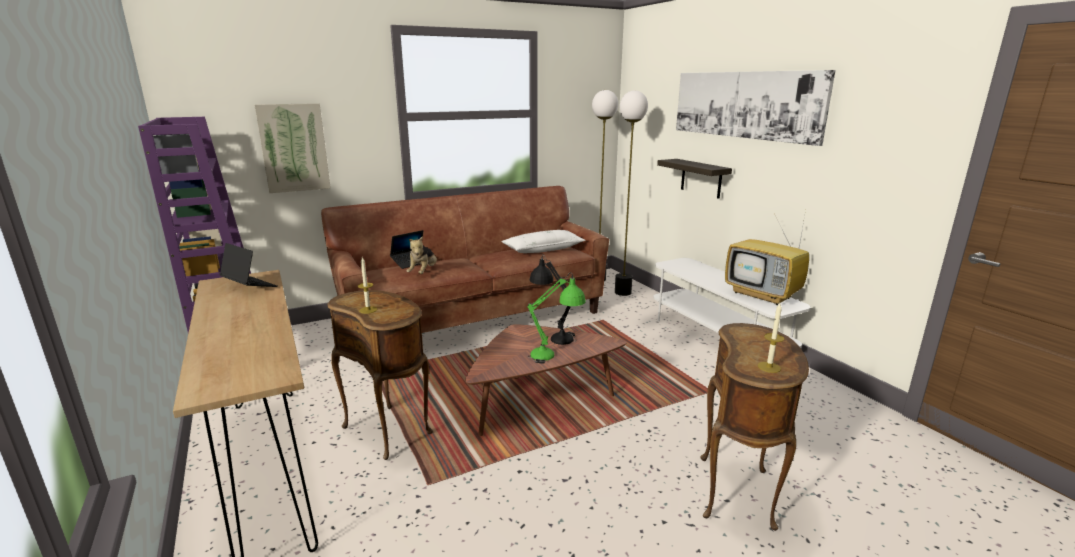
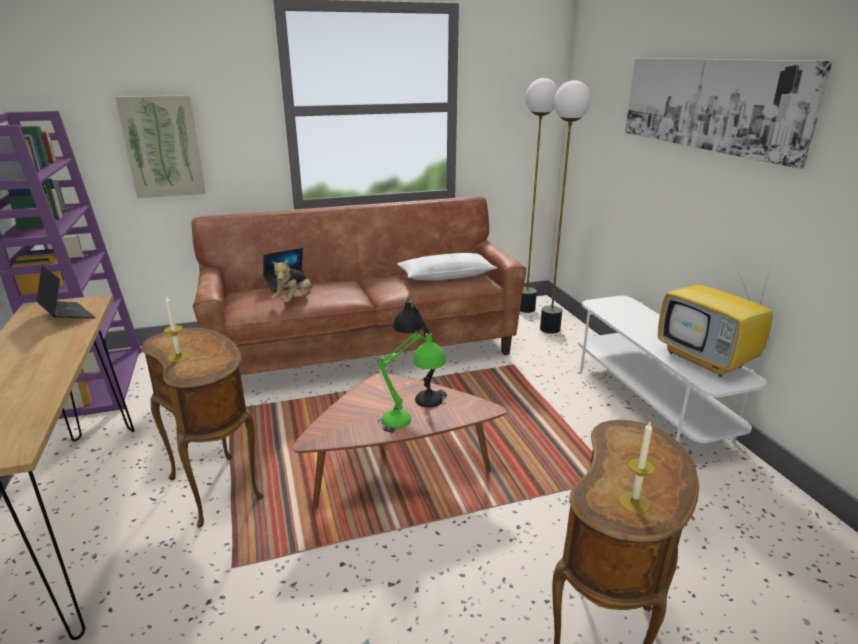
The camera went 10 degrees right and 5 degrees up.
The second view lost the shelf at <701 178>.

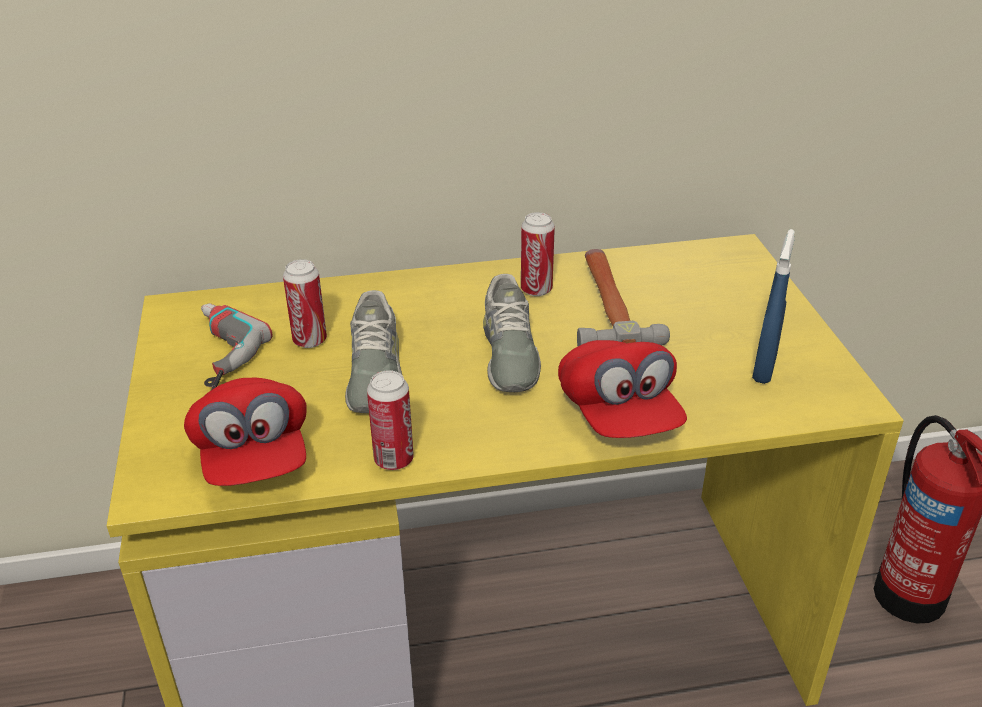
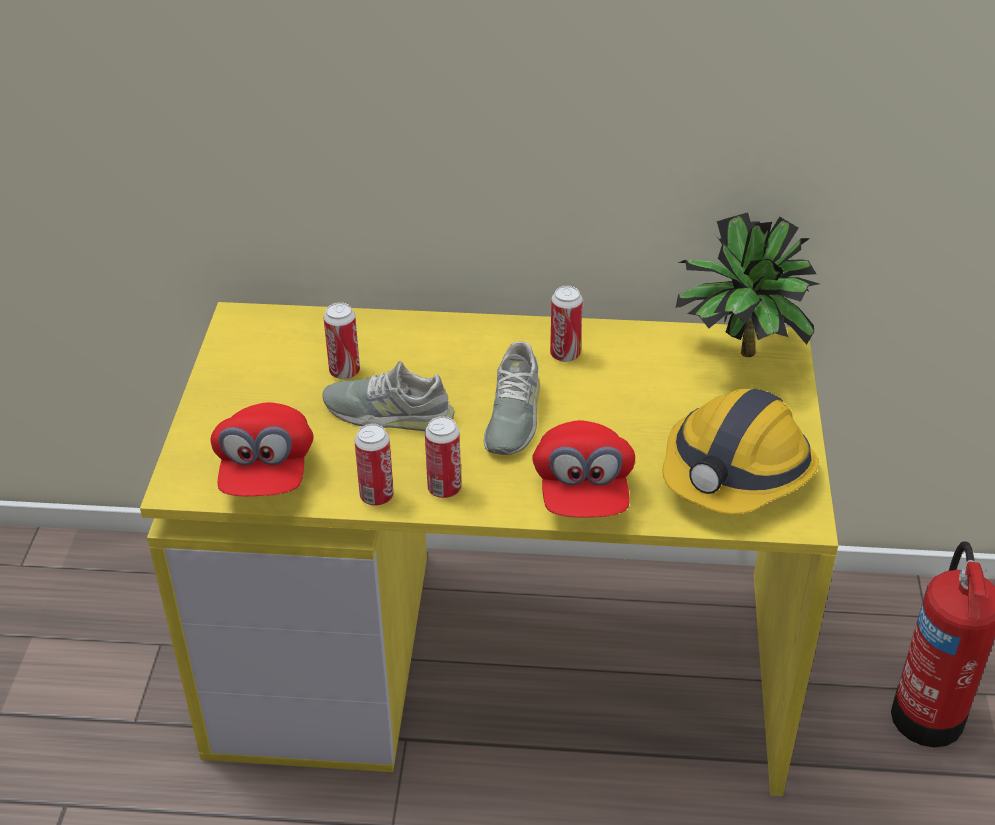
The camera went 15 degrees right and 5 degrees up.
Where the spray bottle (blue) stood at <764 369>, the hard hat came to stand at <736 473>.
The second view lost the hammer at <607 306>.
The shoe (grey) at <373 372> ended up facing another way, 90 degrees clockwise from before.
The second view lost the power drill at <210 356>.
The second view gained the potted plant at <739 357>.
The second view gained the can at <444 489>.

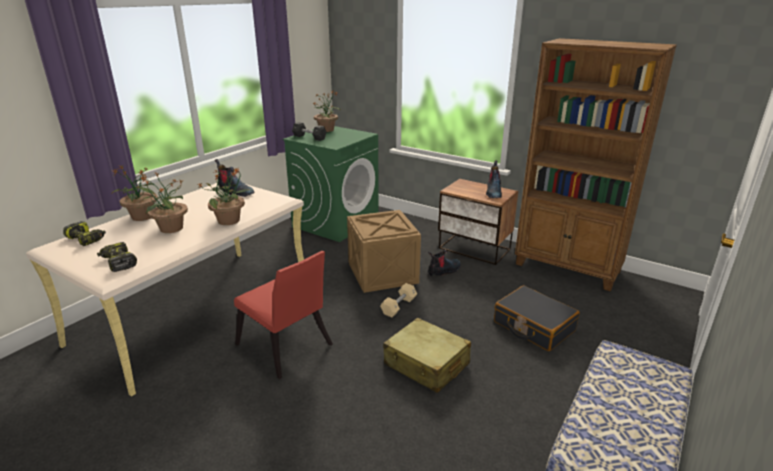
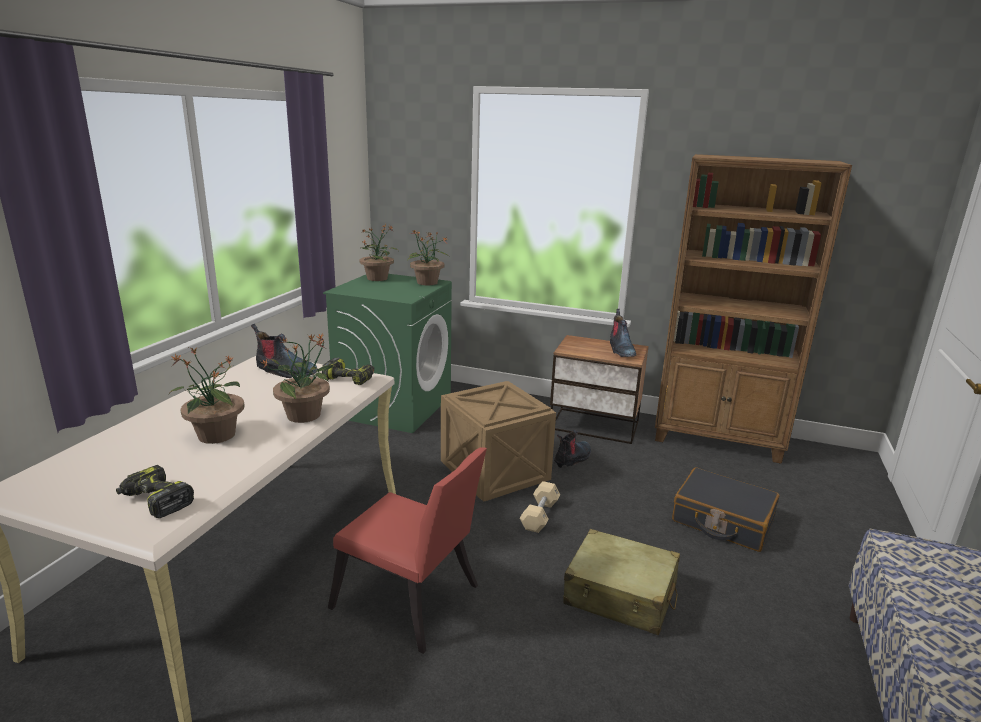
The camera went 15 degrees left and 5 degrees down.
The second view lost the dumbbell (black) at <309 137>.
The potted plant ended up elsewhere, having gone from <142 217> to <427 283>.
The power drill ended up elsewhere, having gone from <87 239> to <350 378>.

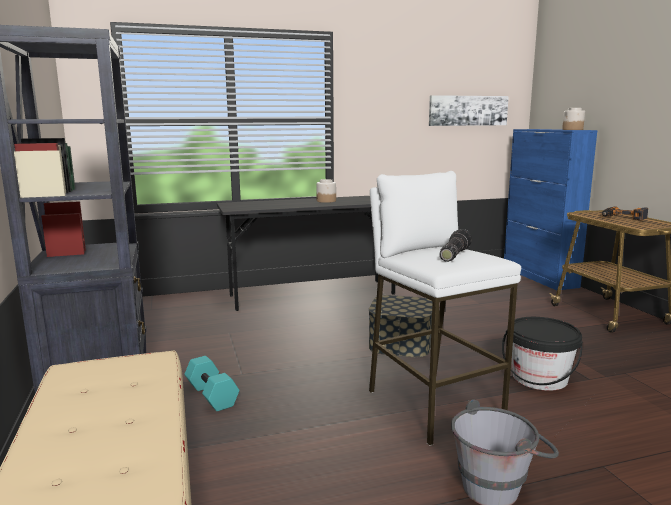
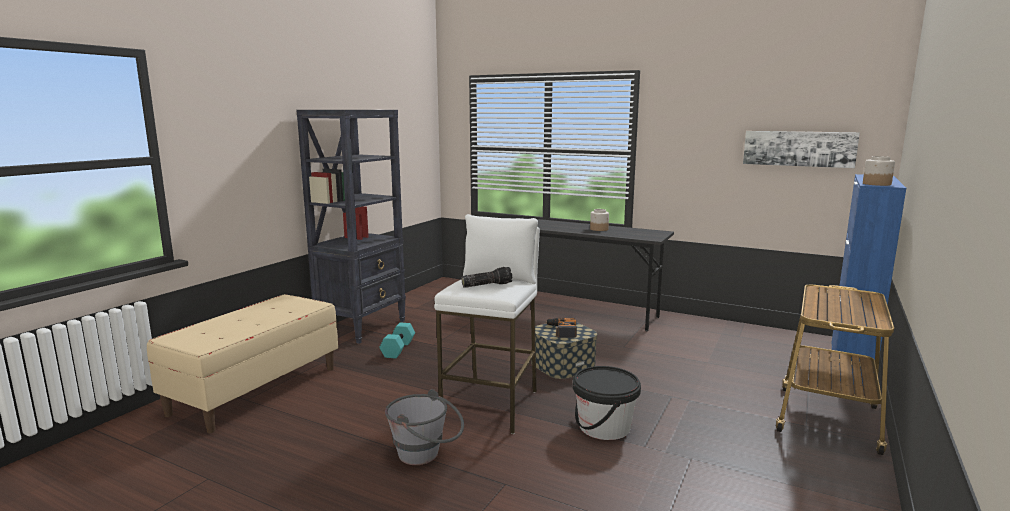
The camera went 45 degrees right and 0 degrees up.
The power drill ended up elsewhere, having gone from <623 217> to <561 331>.

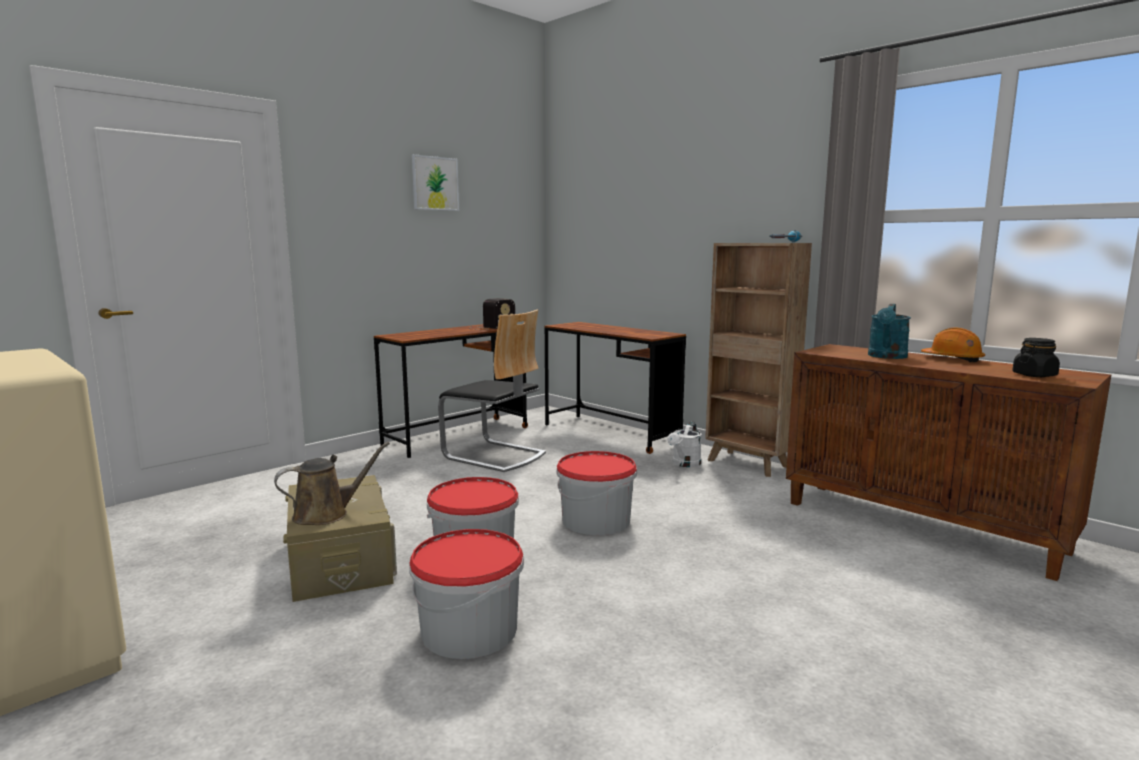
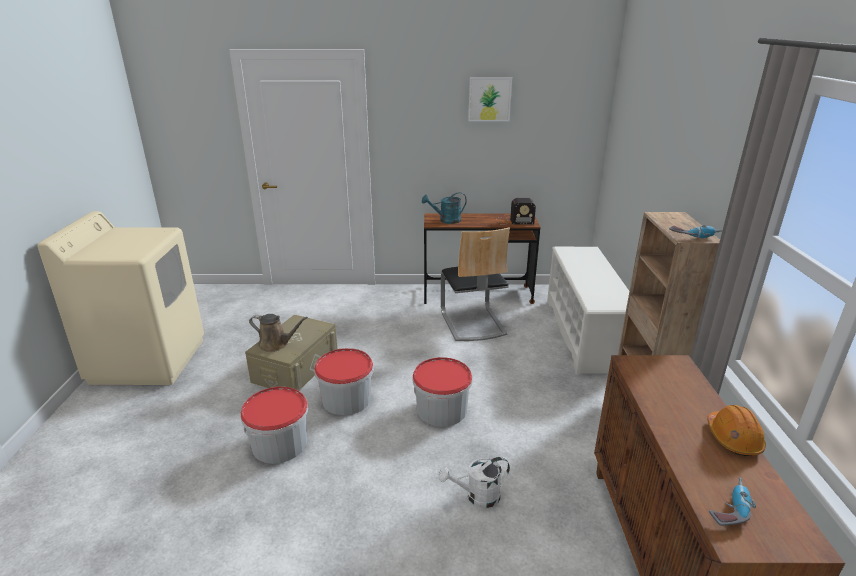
The camera went 45 degrees right and 15 degrees up.
The watering can (turquoise) ended up elsewhere, having gone from <887 357> to <446 220>.
Where the desk (brown) stood at <610 433>, the shoe rack (white) came to stand at <583 334>.
Where the jar (black) stood at <1034 375>, the power drill came to stand at <729 508>.
The watering can (white) ended up elsewhere, having gone from <684 464> to <477 496>.

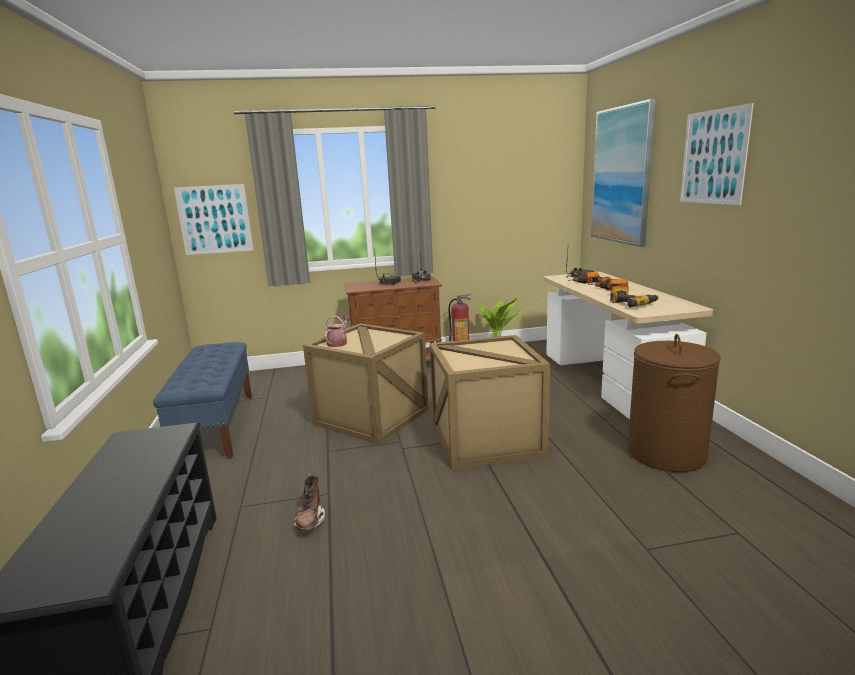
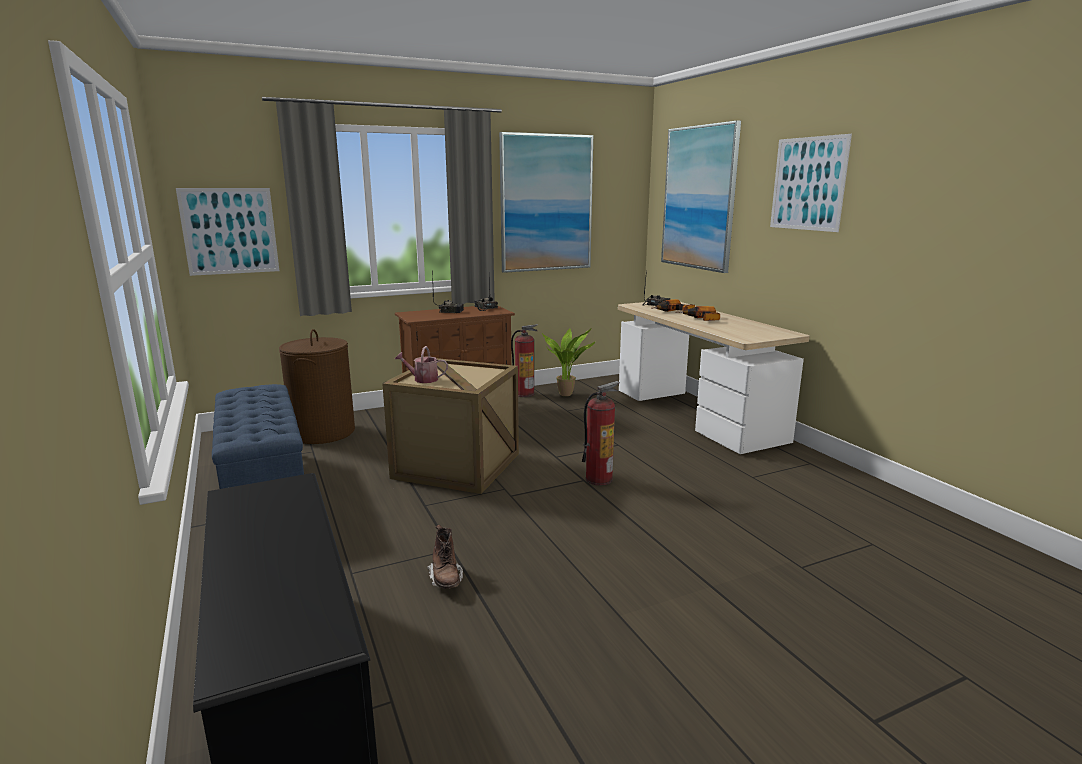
The camera went 15 degrees left and 0 degrees up.
The second view lost the power drill at <632 304>.
The watering can at <338 343> ended up facing another way, 90 degrees counterclockwise from before.
The laundry basket (brown) ended up elsewhere, having gone from <666 453> to <323 432>.
Where the crate stood at <487 438>, the fire extinguisher came to stand at <599 479>.
The second view gained the picture at <546 203>.

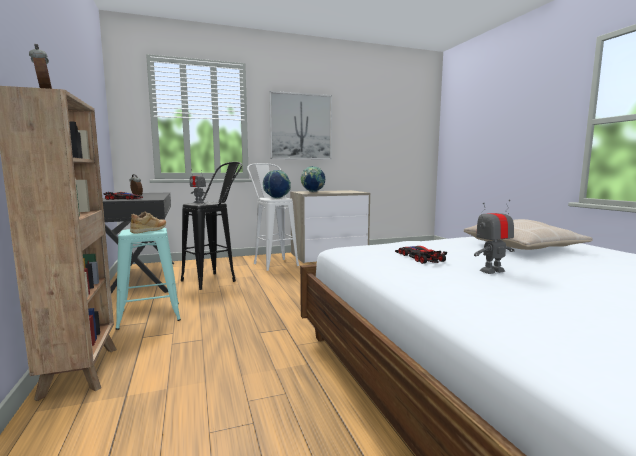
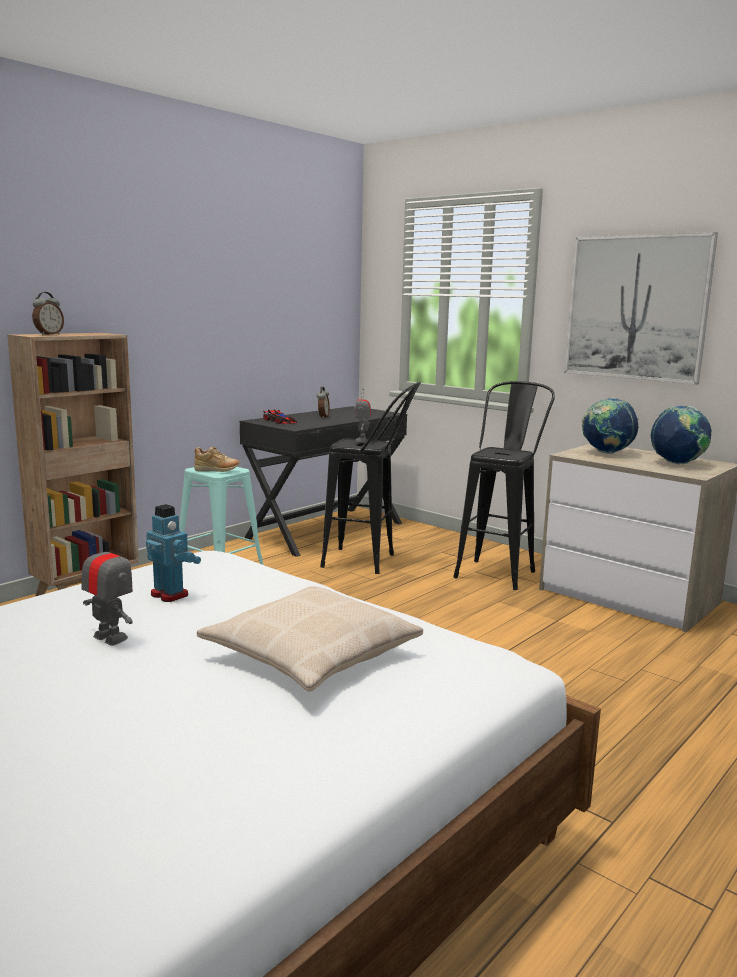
The camera went 60 degrees right and 5 degrees up.
What was the stool (white) at <273 263> turned into the stool (black) at <499 571>.
The globe ended up elsewhere, having gone from <277 198> to <677 464>.
Where the toy car stood at <418 257>, the toy robot came to stand at <170 594>.

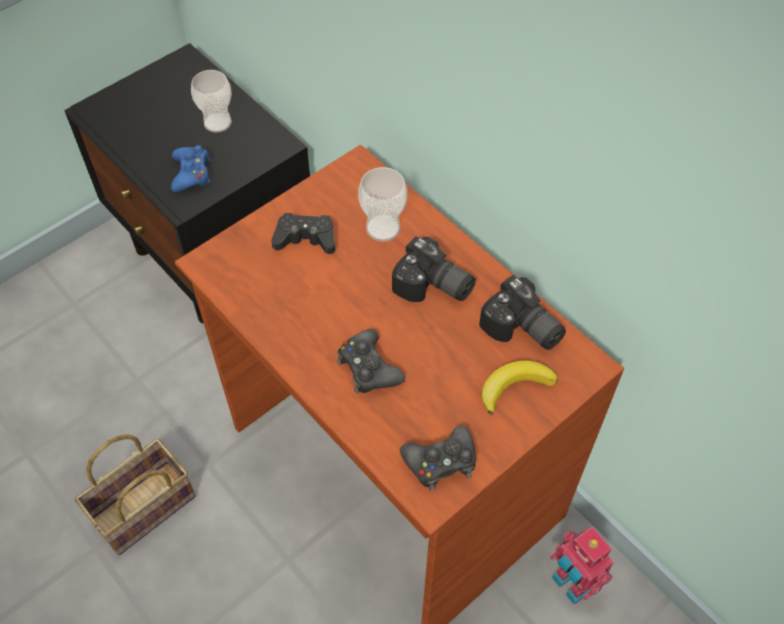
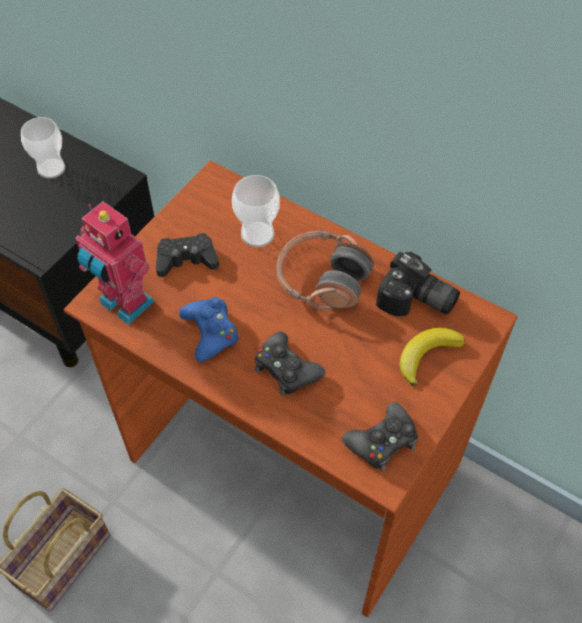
The camera went 15 degrees left and 0 degrees up.
The game controller (blue) ended up elsewhere, having gone from <192 174> to <210 332>.
Where the photo camera stood at <433 287>, the headphones came to stand at <322 280>.
The toy robot ended up elsewhere, having gone from <571 584> to <124 304>.

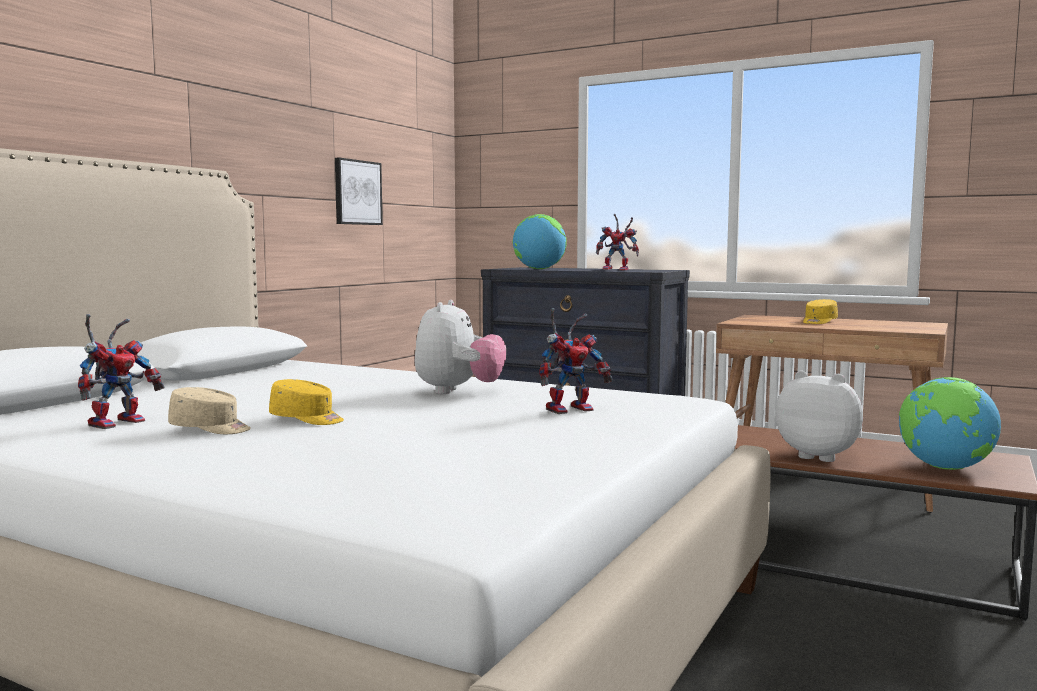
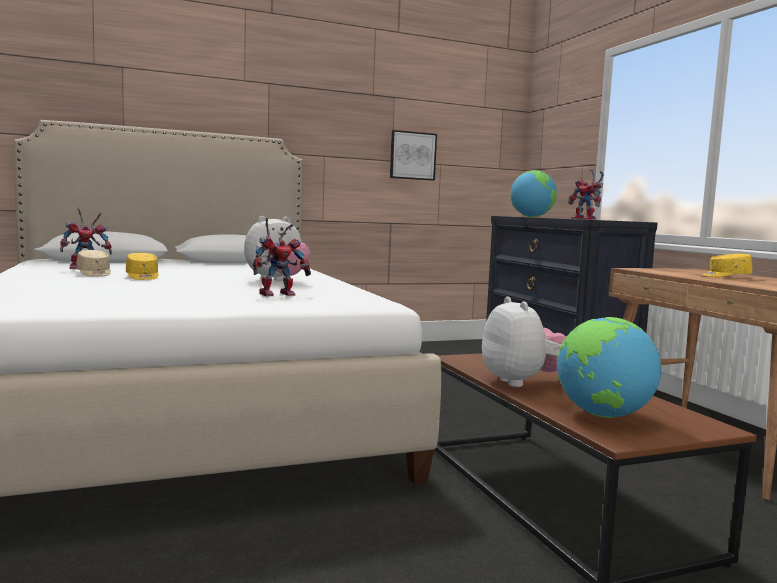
The camera went 40 degrees right and 0 degrees up.
The toy robot at <571 409> ended up facing another way, 45 degrees counterclockwise from before.

